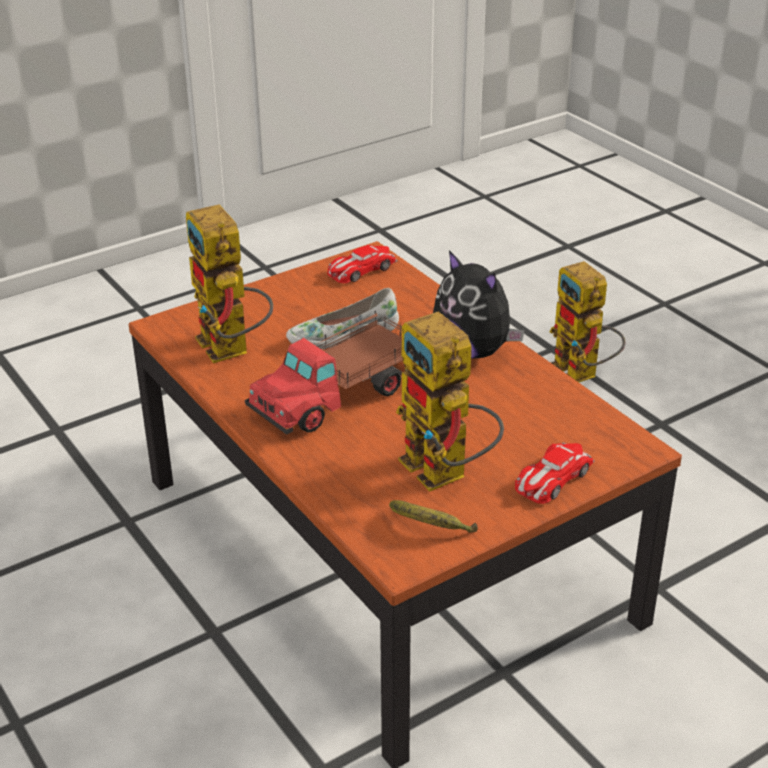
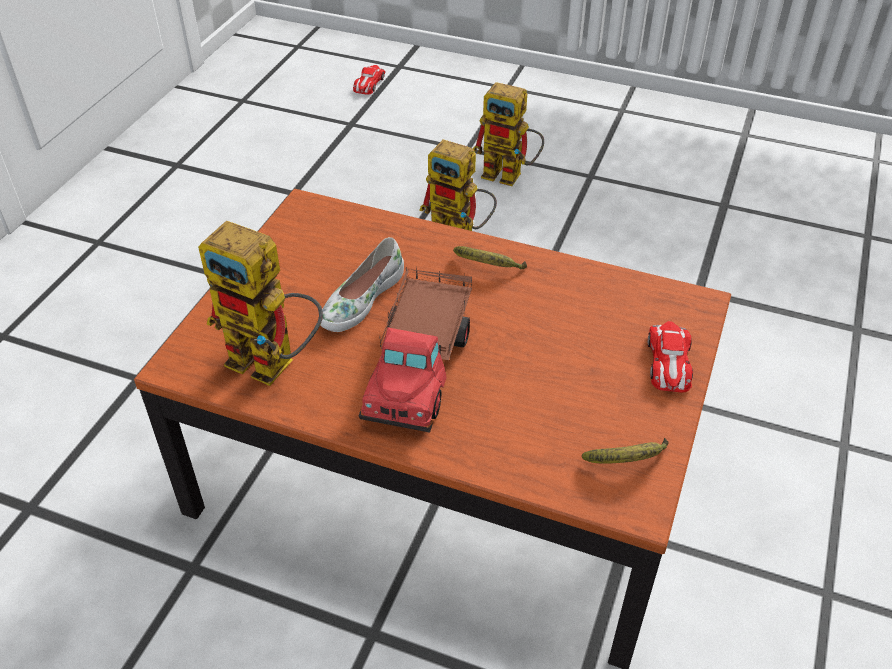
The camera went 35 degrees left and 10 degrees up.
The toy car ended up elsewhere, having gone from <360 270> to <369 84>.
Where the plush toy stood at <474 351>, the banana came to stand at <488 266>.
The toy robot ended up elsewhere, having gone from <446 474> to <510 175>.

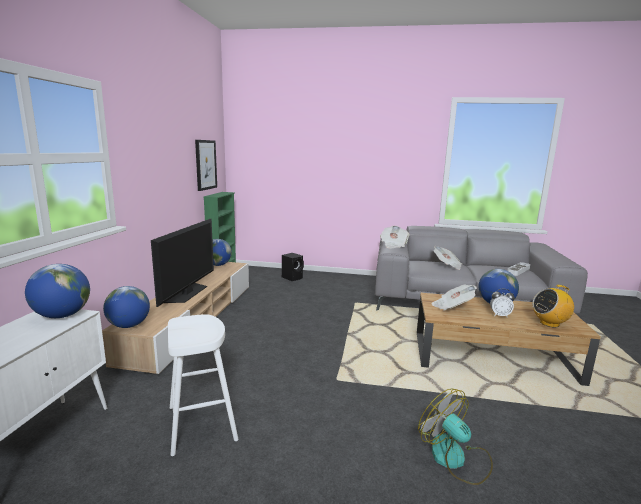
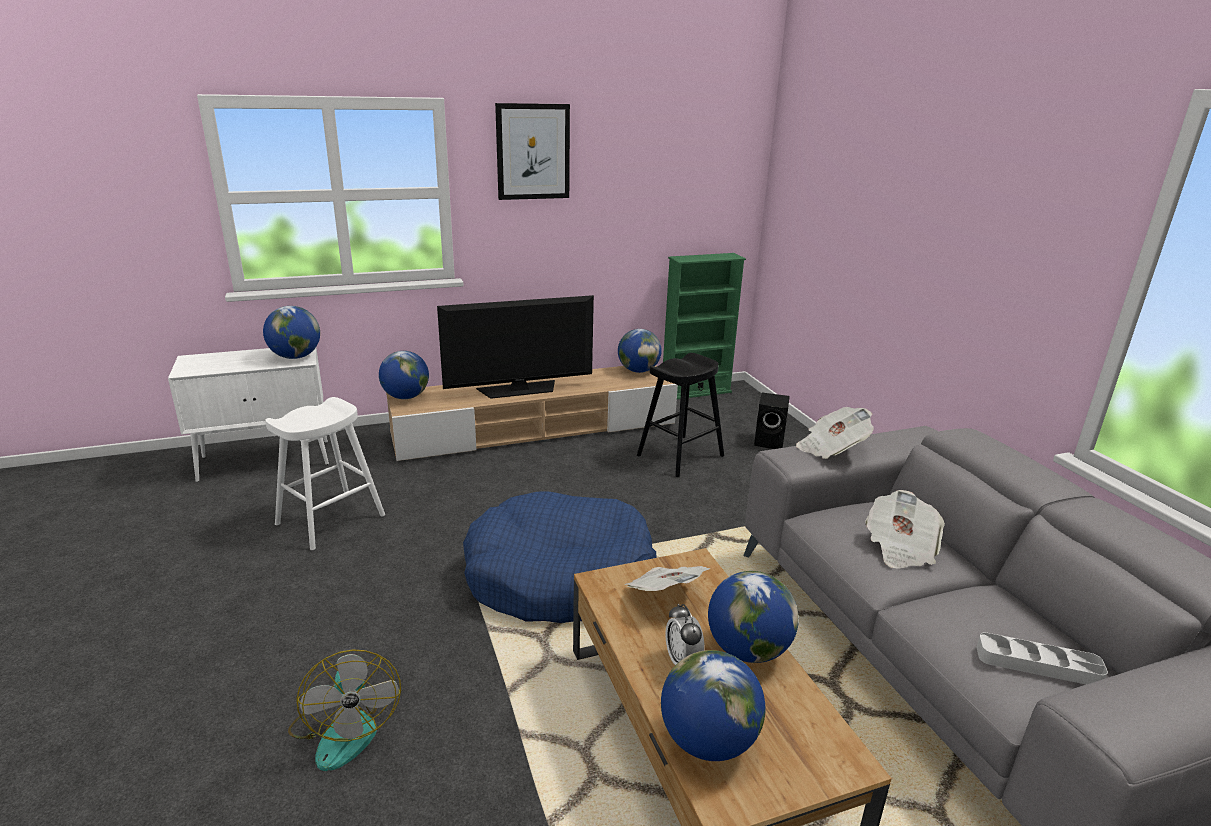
The camera went 60 degrees right and 10 degrees up.
The picture ended up elsewhere, having gone from <205 164> to <533 152>.
Where the radio stood at <549 323>, the globe came to stand at <708 741>.
The fan at <455 459> ended up facing another way, 135 degrees clockwise from before.
The second view gained the stool (black) at <680 455>.
The second view gained the dog bed (blue) at <560 577>.

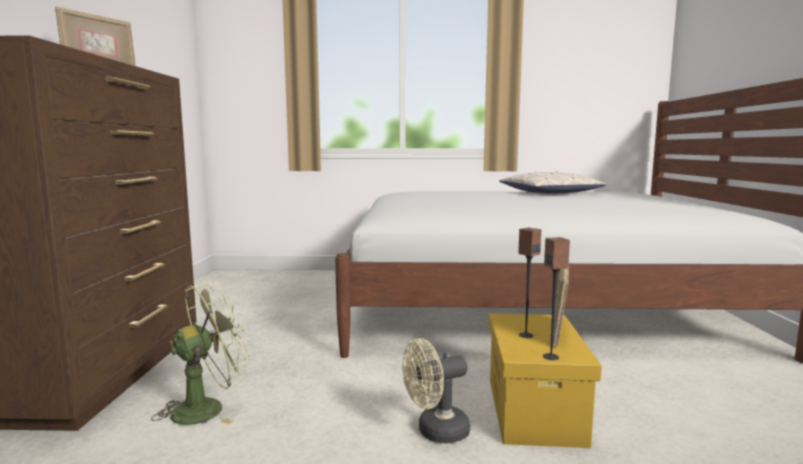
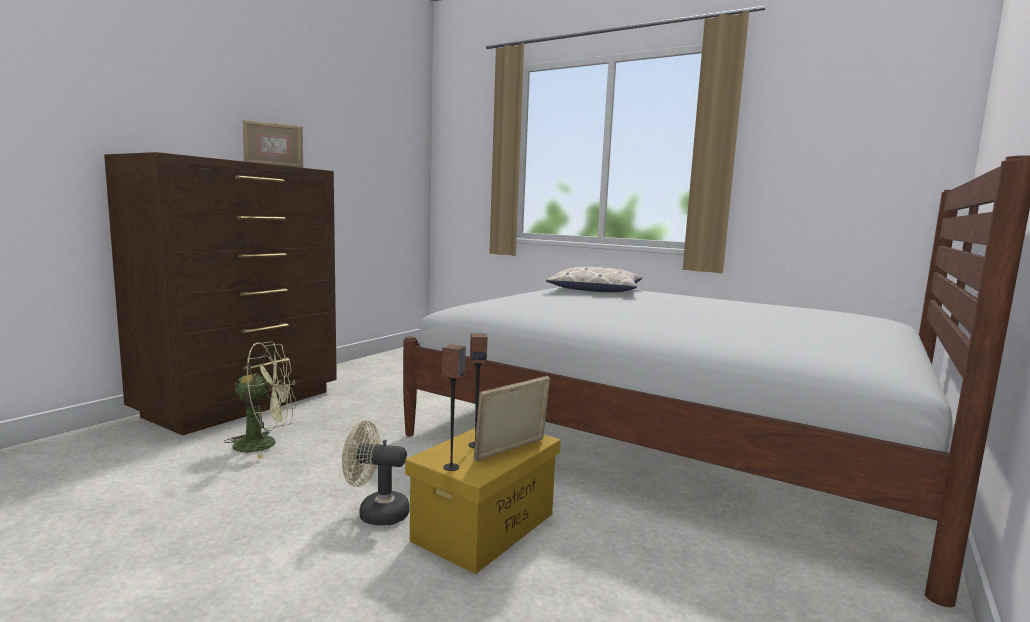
The camera went 30 degrees right and 0 degrees up.
The pillow ended up elsewhere, having gone from <549 192> to <595 290>.

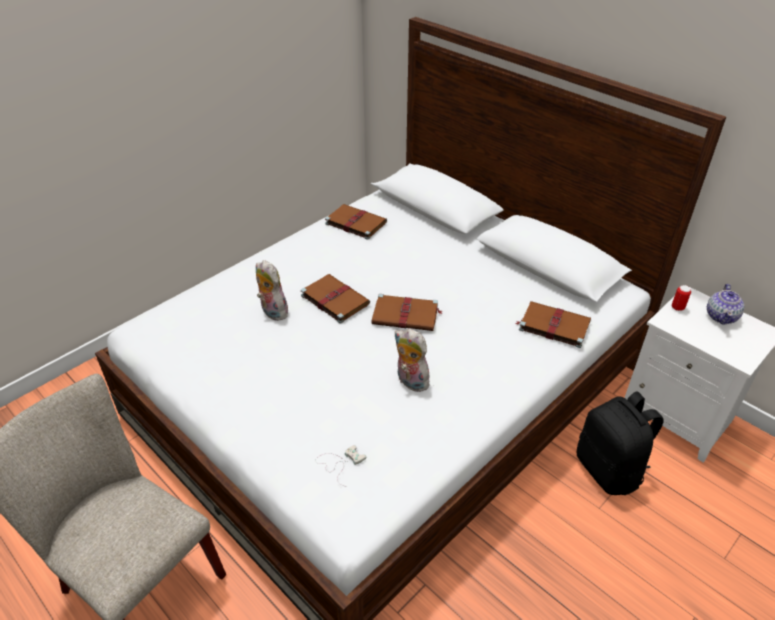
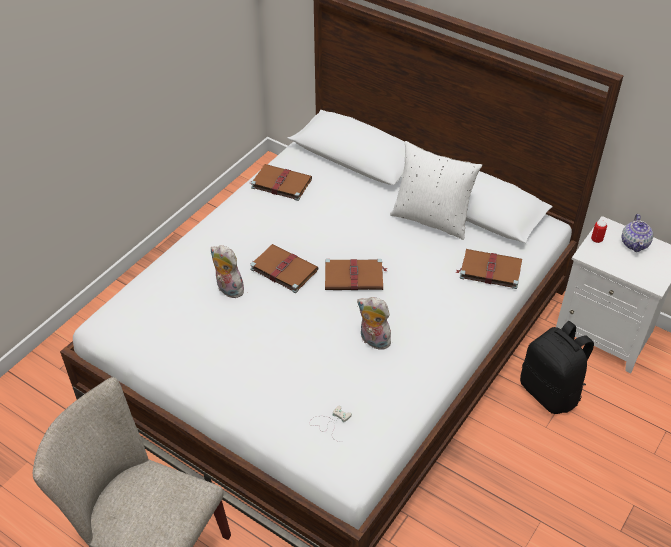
The camera went 10 degrees left and 5 degrees up.
The second view gained the pillow (white) at <431 219>.

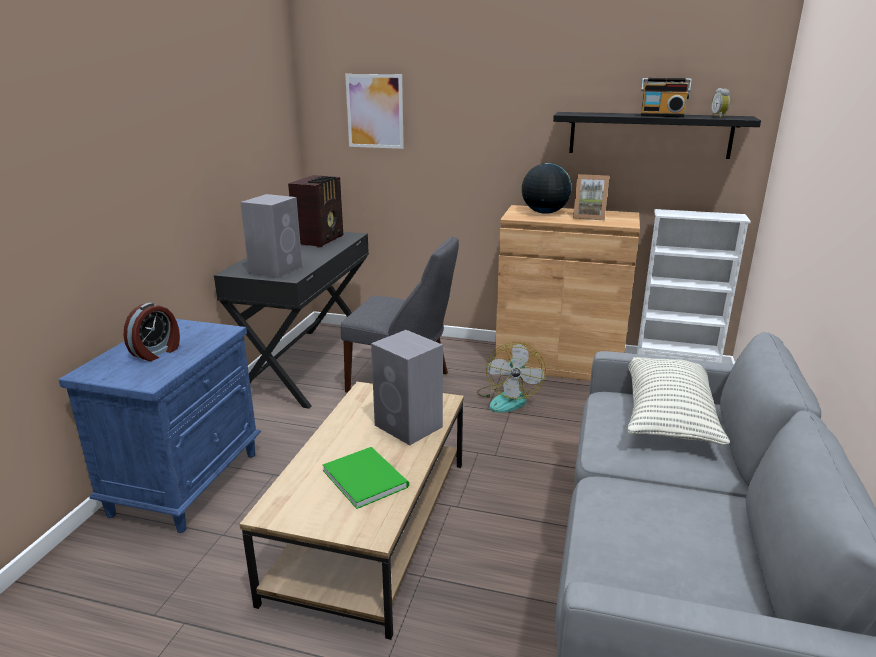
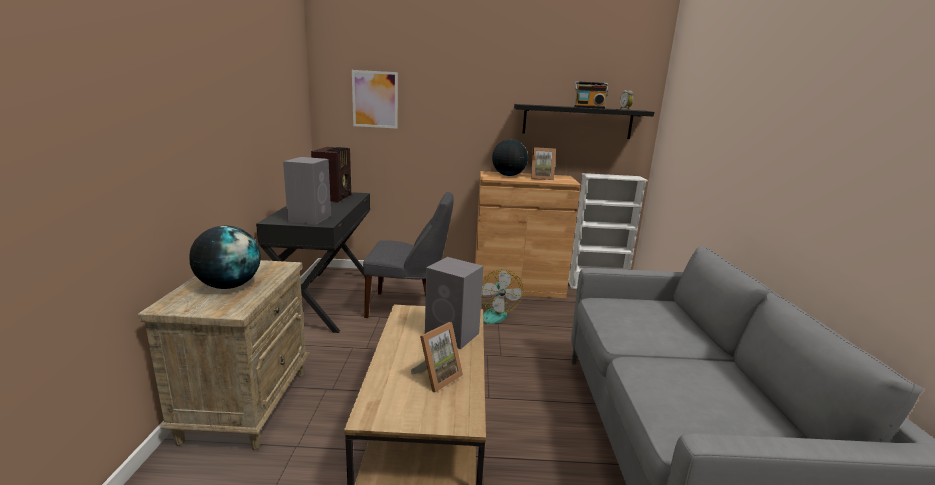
The camera went 15 degrees left and 5 degrees down.
Where the alarm clock stood at <157 352>, the globe came to stand at <229 286>.
What was the nightstand (blue) at <186 482> turned into the nightstand (beige) at <247 404>.
The second view lost the pillow at <667 416>.
Where the book (green) stood at <365 477>, the picture frame came to stand at <437 377>.

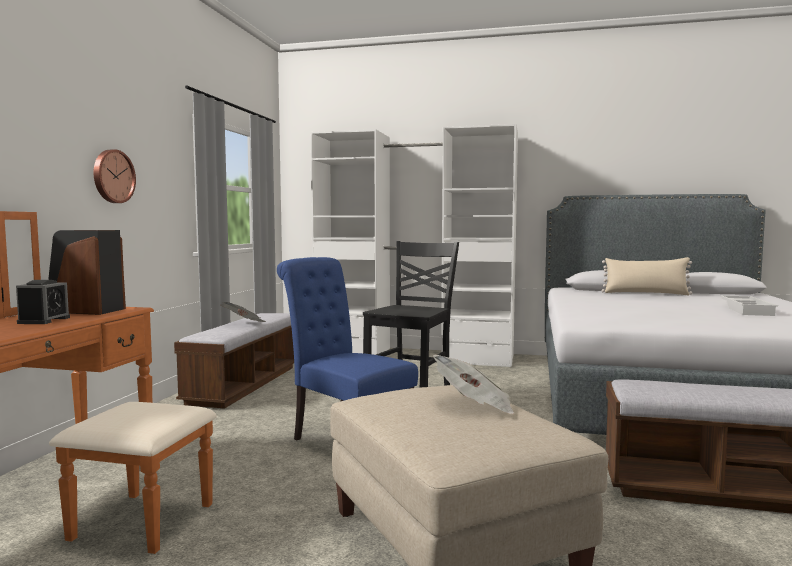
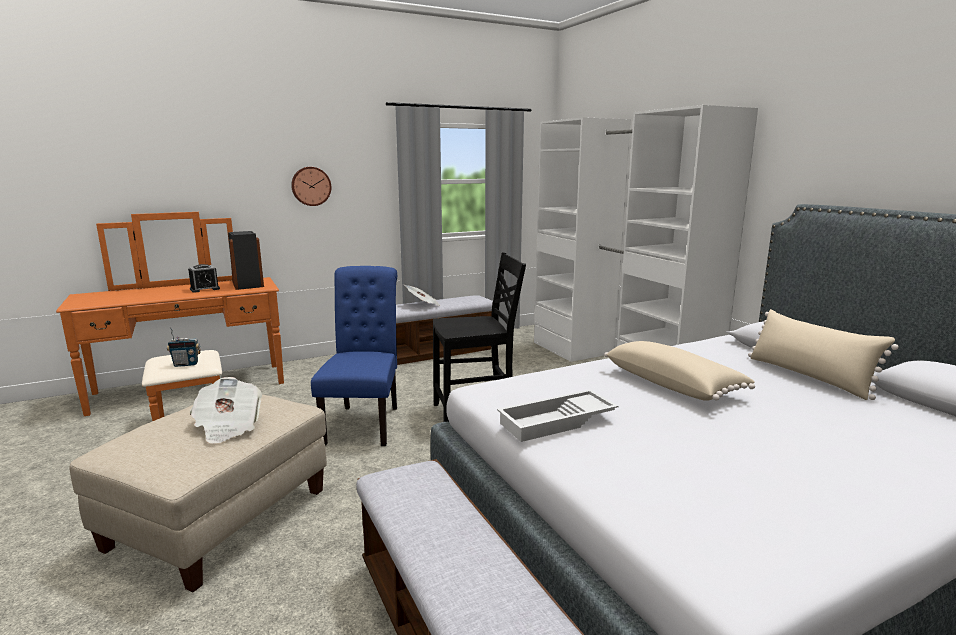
The camera went 50 degrees right and 10 degrees up.
The tray (white) ended up elsewhere, having gone from <748 310> to <557 422>.
The second view gained the radio at <186 364>.
The second view gained the pillow (beige) at <673 385>.

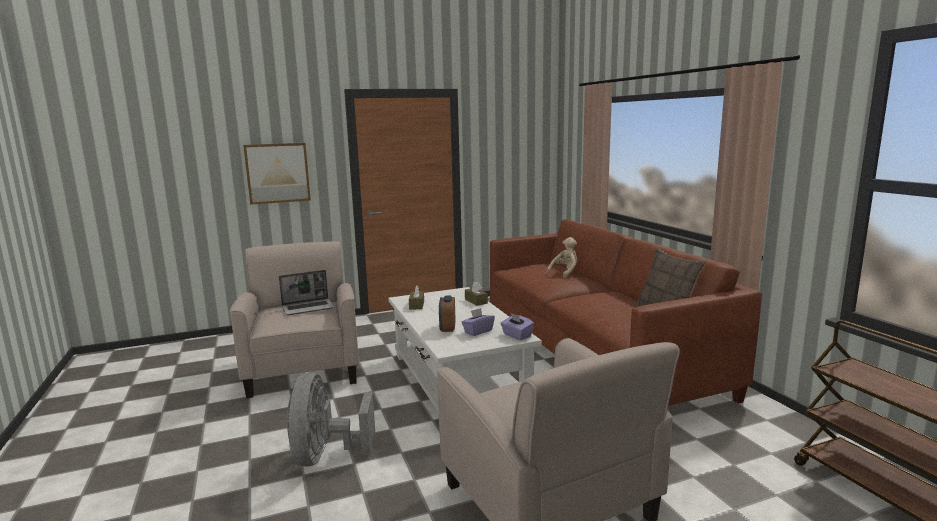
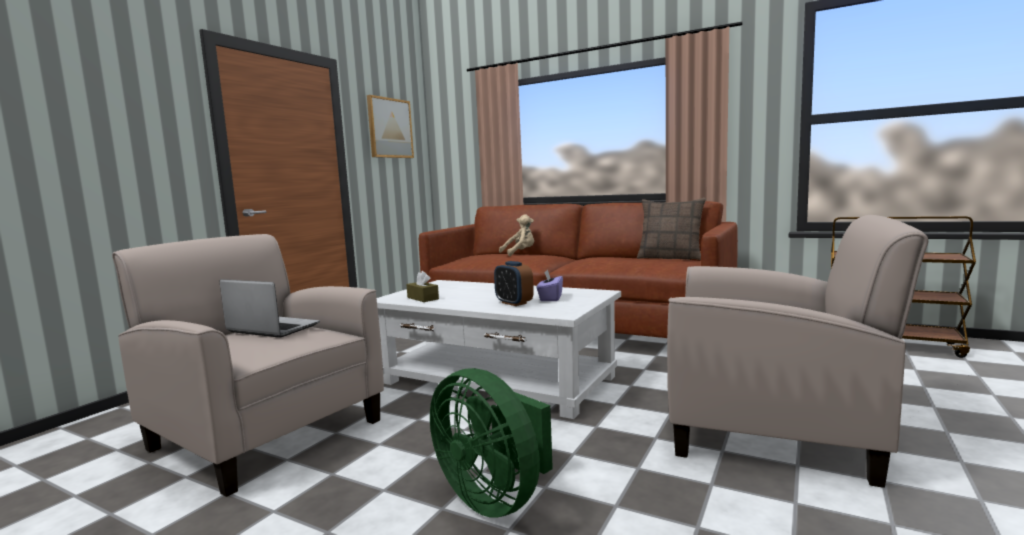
The camera went 40 degrees left and 5 degrees down.
The picture ended up elsewhere, having gone from <277 173> to <389 128>.
The plush toy (beige) at <565 273> ended up facing another way, 60 degrees clockwise from before.
The laptop at <308 308> ended up facing another way, 90 degrees counterclockwise from before.
The second view lost the tissue box (brown) at <476 301>.
The second view lost the tissue box (purple) at <516 335>.
What was the fan (grey) at <325 456> turned into the fan (green) at <495 497>.

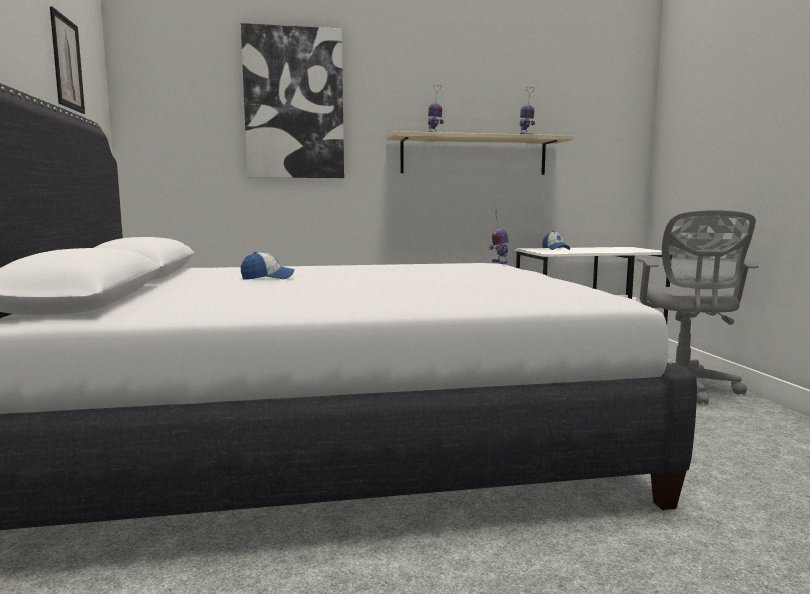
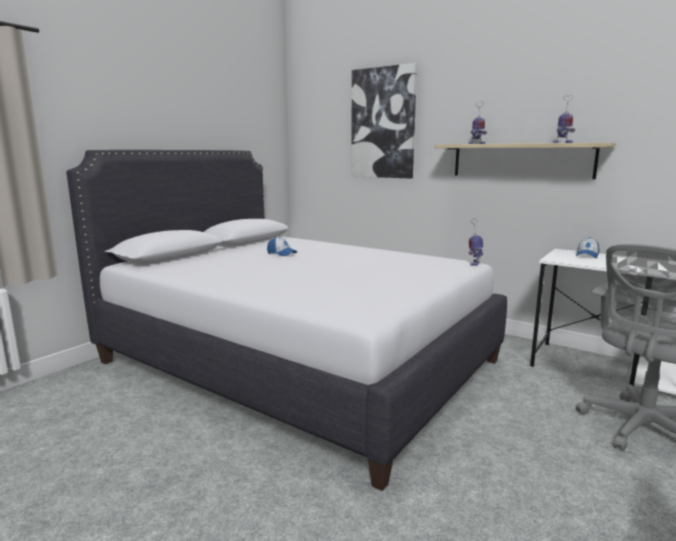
The camera went 45 degrees right and 5 degrees up.
The second view lost the picture at <67 63>.

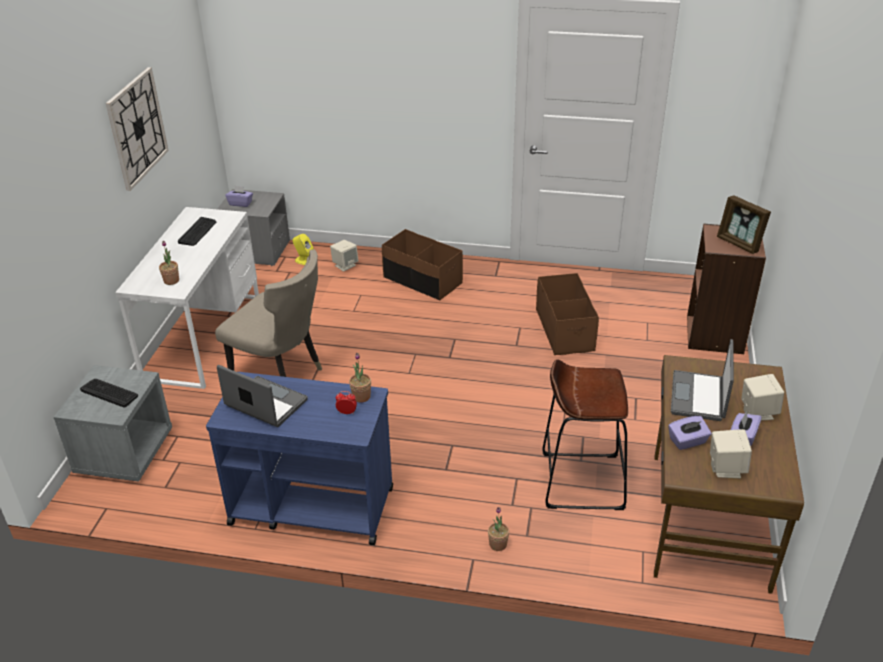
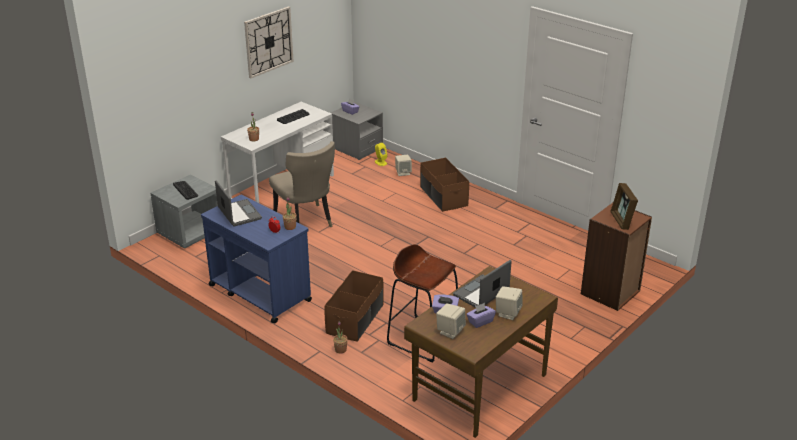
The camera went 30 degrees right and 5 degrees down.
The storage box (brown) ended up elsewhere, having gone from <565 330> to <355 319>.

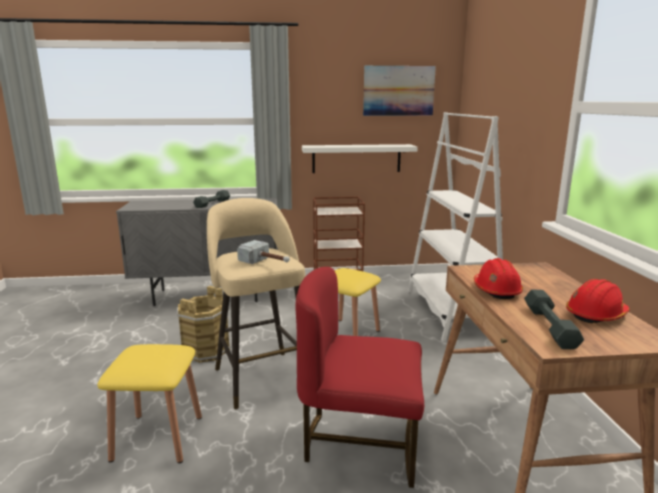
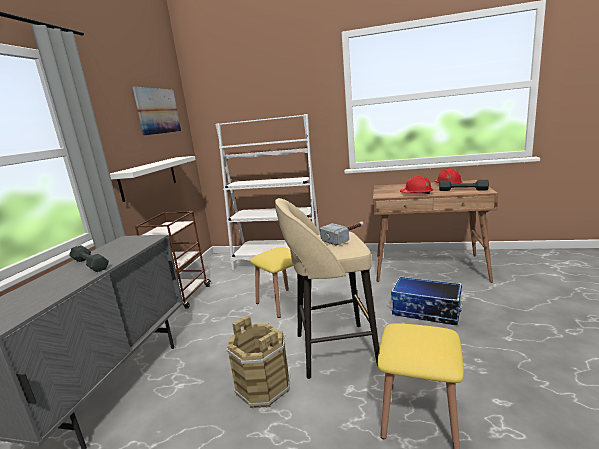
The camera went 70 degrees left and 0 degrees up.
Where the chair (red) stood at <360 442>, the storage box came to stand at <425 312>.

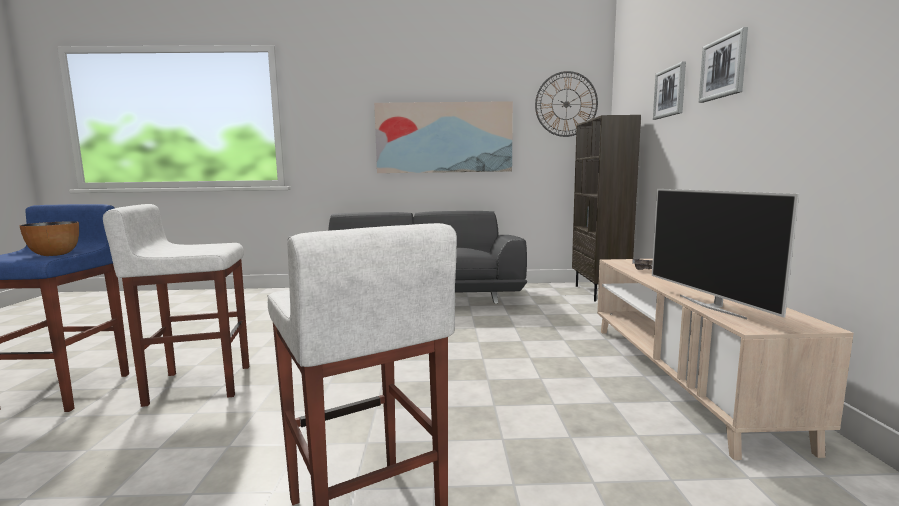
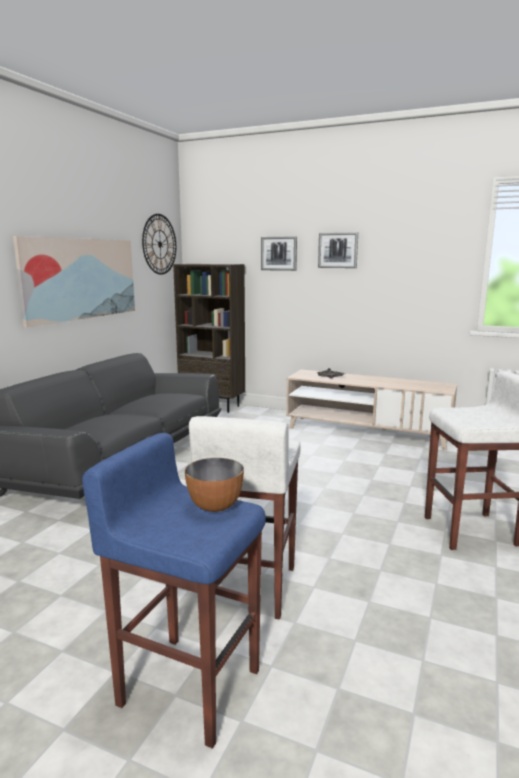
The camera went 65 degrees left and 5 degrees up.
The second view lost the television at <711 306>.

